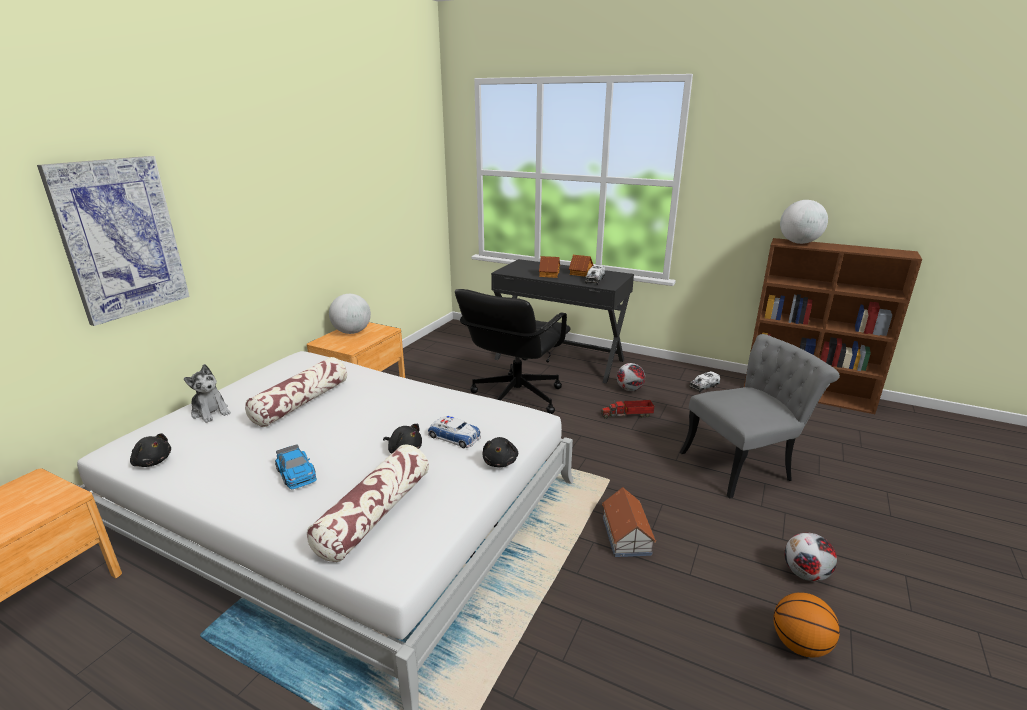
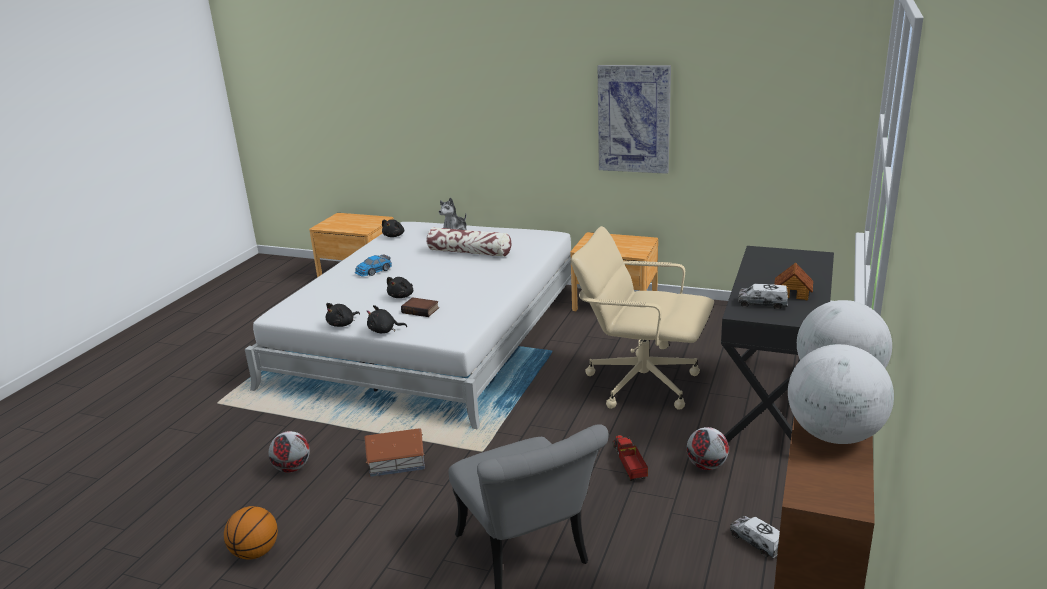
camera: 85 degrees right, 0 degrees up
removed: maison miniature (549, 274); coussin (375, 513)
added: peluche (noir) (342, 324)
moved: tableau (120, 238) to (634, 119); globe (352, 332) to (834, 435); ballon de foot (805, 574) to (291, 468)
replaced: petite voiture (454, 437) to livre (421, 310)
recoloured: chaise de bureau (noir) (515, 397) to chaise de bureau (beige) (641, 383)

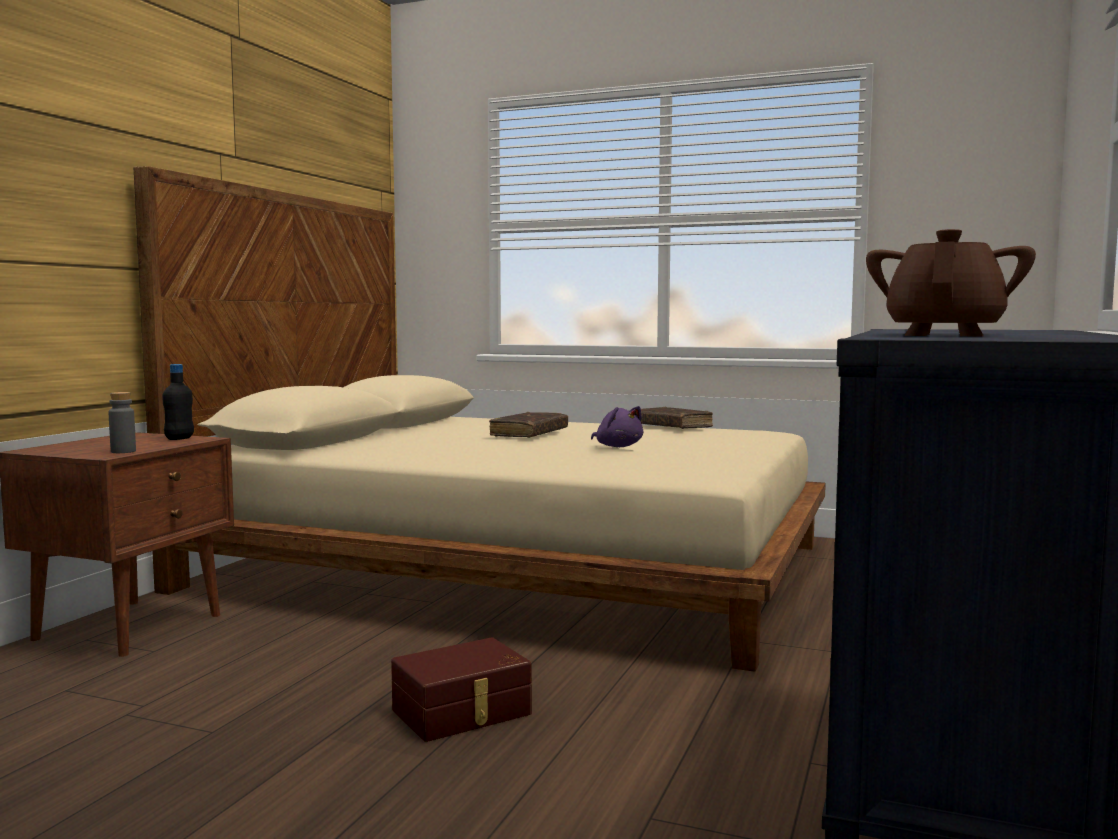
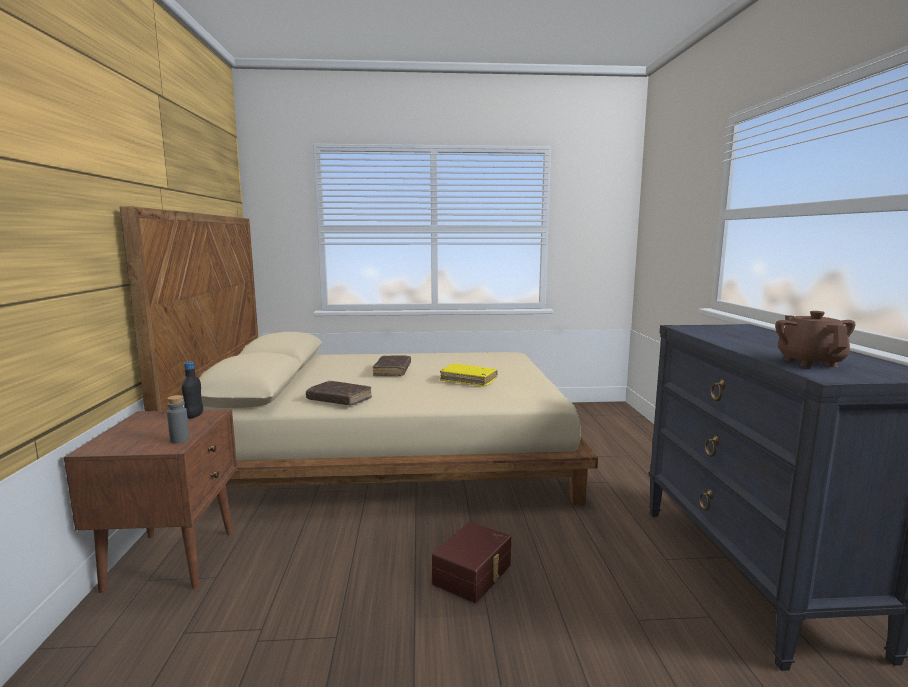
camera: 25 degrees left, 5 degrees up
moved: livre (marron) (672, 426) to (339, 400)
replaced: peluche (violet) (618, 446) to livre (jaune) (468, 380)

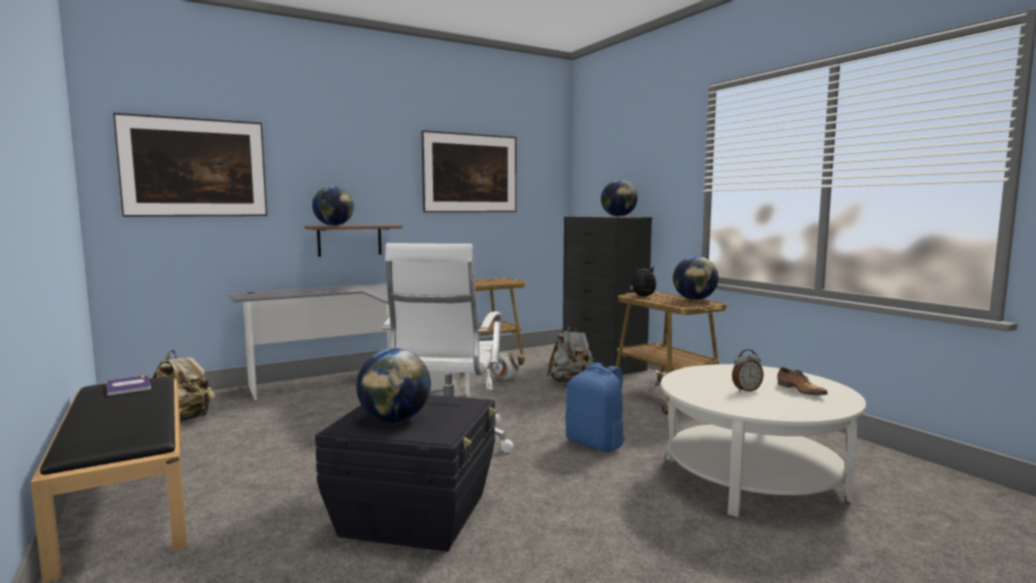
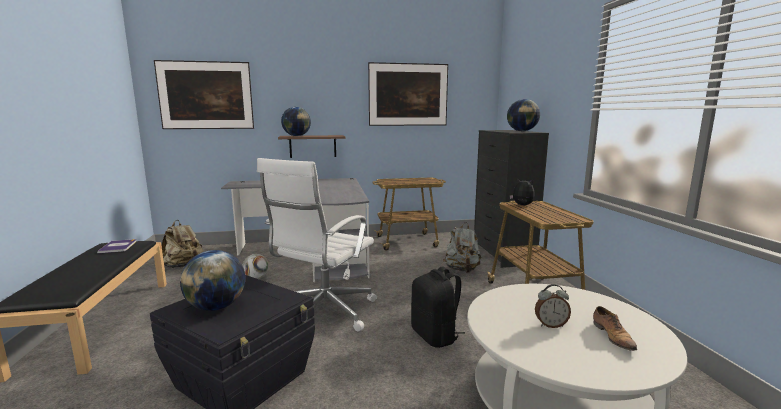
camera: 20 degrees right, 5 degrees up
removed: globe (694, 299)
moved: ballon de foot (505, 379) to (256, 278)
recoloured: sac à dos (bleu) (596, 444) to sac à dos (noir) (435, 336)

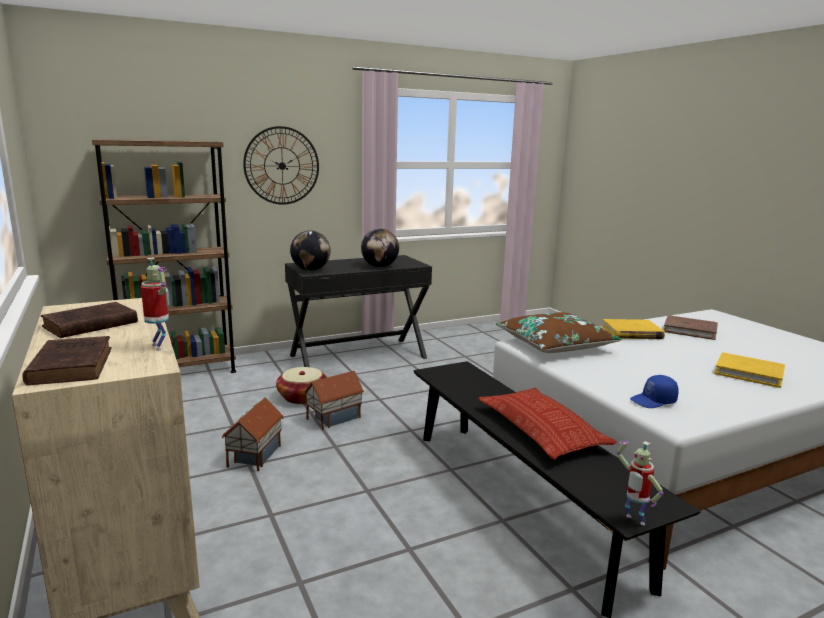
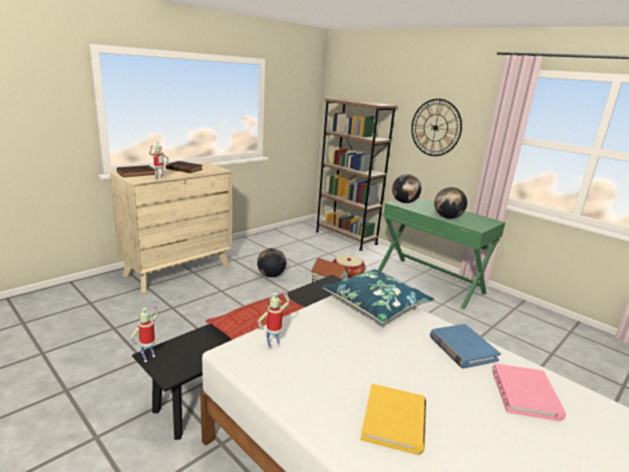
camera: 70 degrees right, 5 degrees up
replaced: casquette (bleu) (653, 401) to robot jouet (273, 345); maison miniature (254, 456) to globe (271, 275)
recoloured: bureau (noir) (358, 356) to bureau (vert) (430, 281); coussin (marron) (554, 344) to coussin (bleu) (376, 304); livre (marron) (690, 330) to livre (rose) (526, 394); livre (jaune) (632, 332) to livre (bleu) (462, 348)

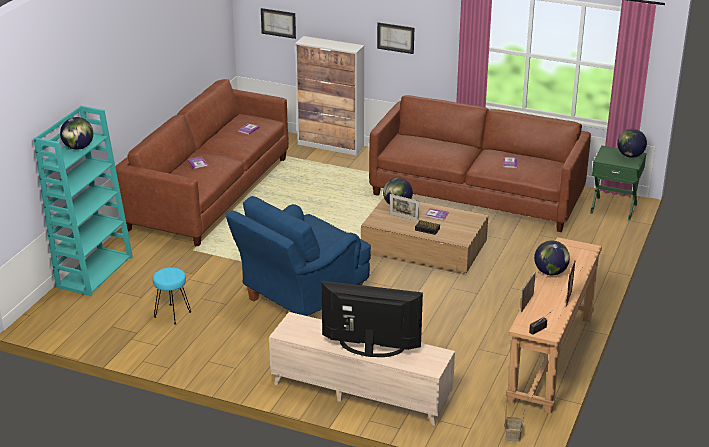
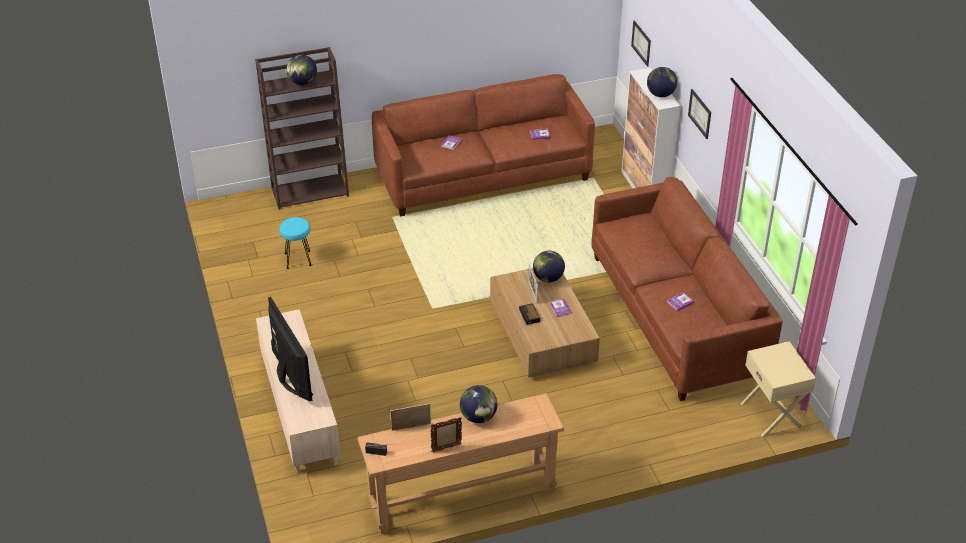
camera: 50 degrees right, 10 degrees up
removed: fauteuil (bleu) (301, 298); panier (512, 434)
moved: globe (630, 155) to (660, 94)
recoloured: bibliothèque (turquoise) (94, 271) to bibliothèque (marron) (310, 191); table d'appoint (vert) (613, 208) to table d'appoint (beige) (772, 414)

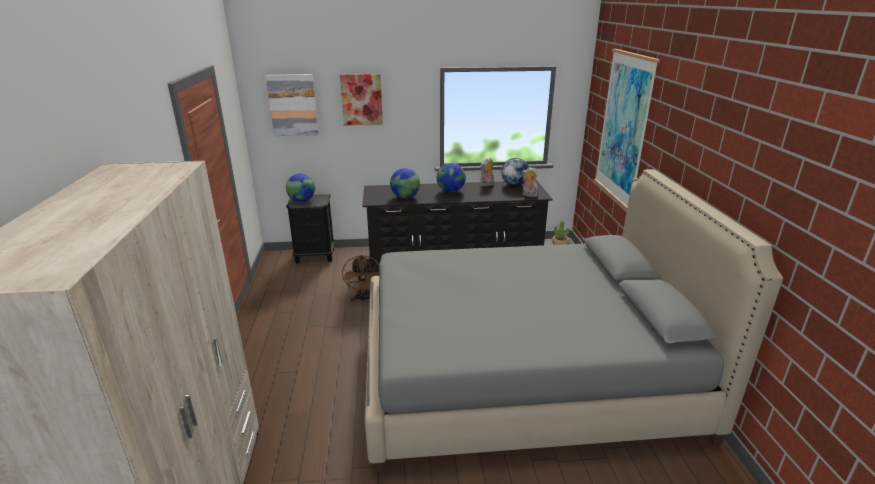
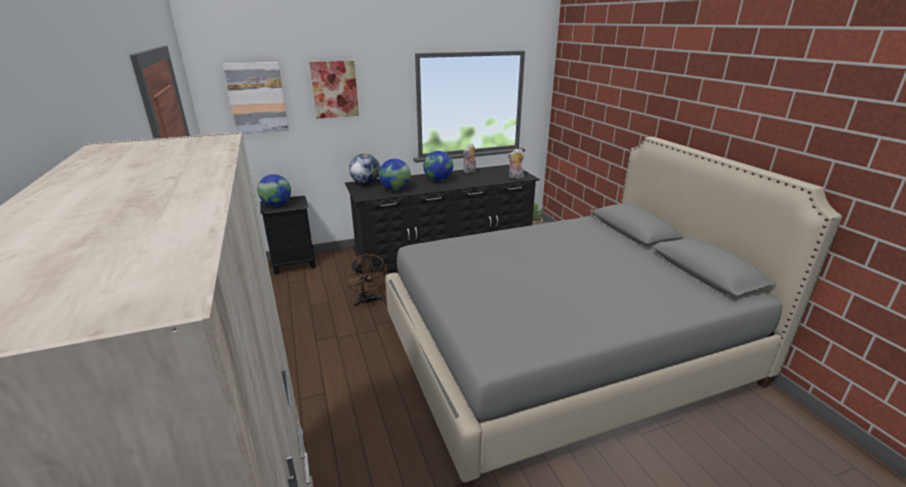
camera: 15 degrees left, 0 degrees up
removed: tableau (624, 128)
moved: globe (514, 185) to (366, 183)

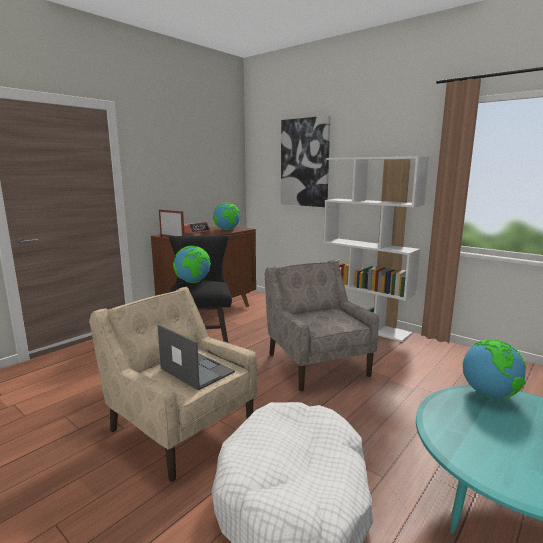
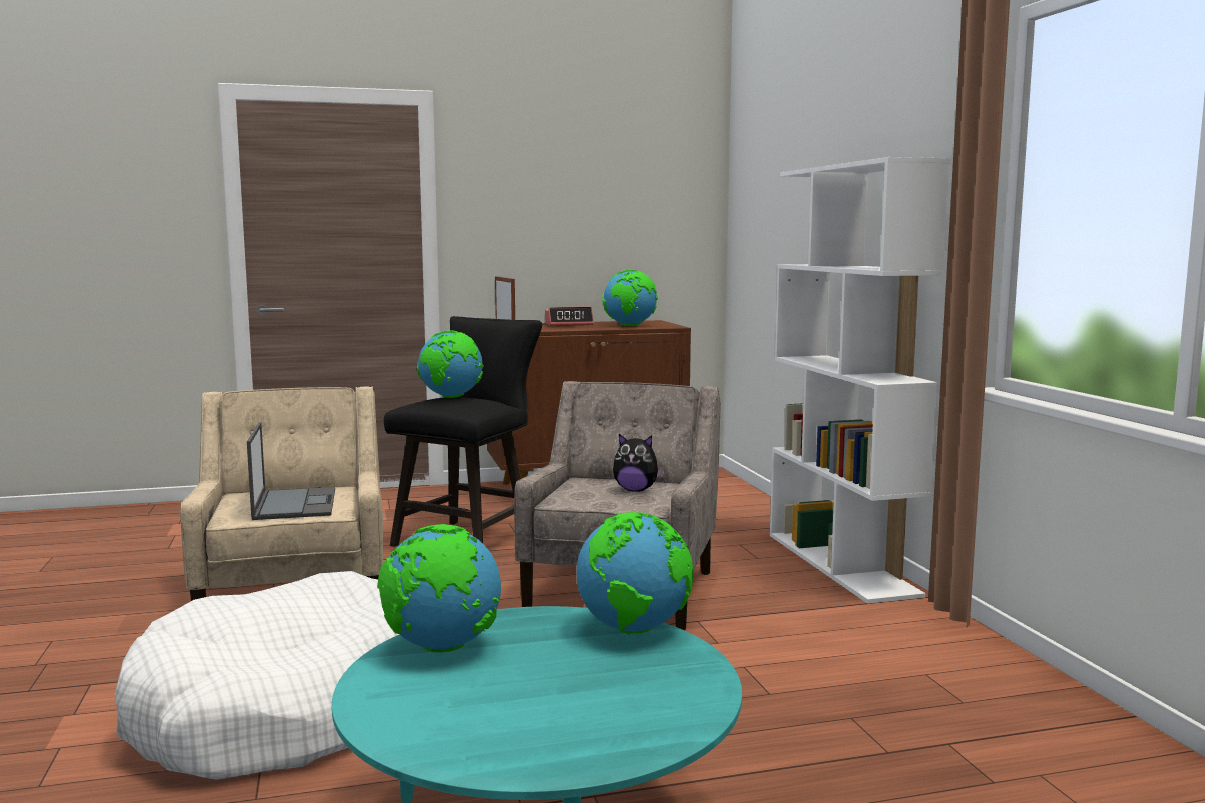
camera: 35 degrees right, 5 degrees down
removed: tableau (305, 162)
added: peluche (636, 490); globe (441, 648)

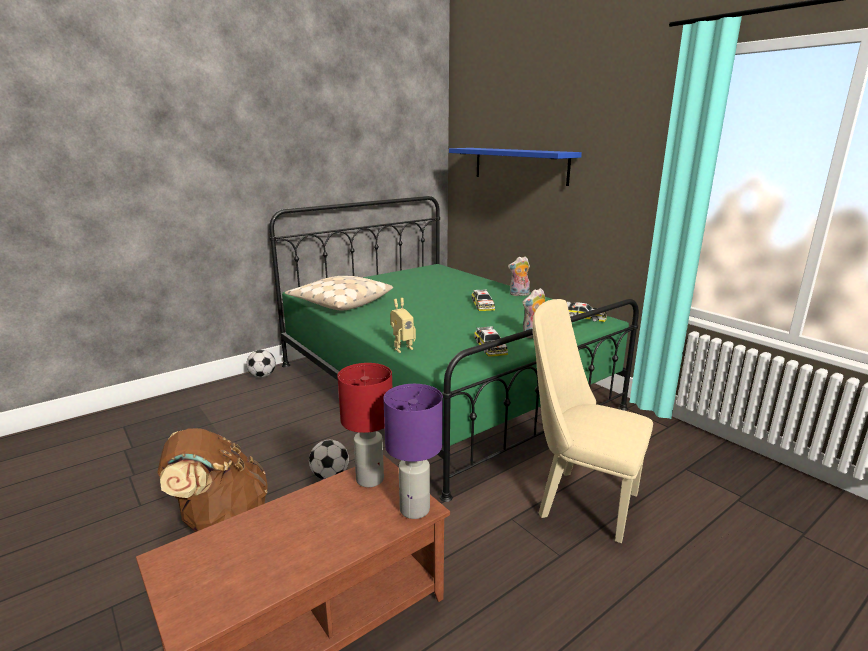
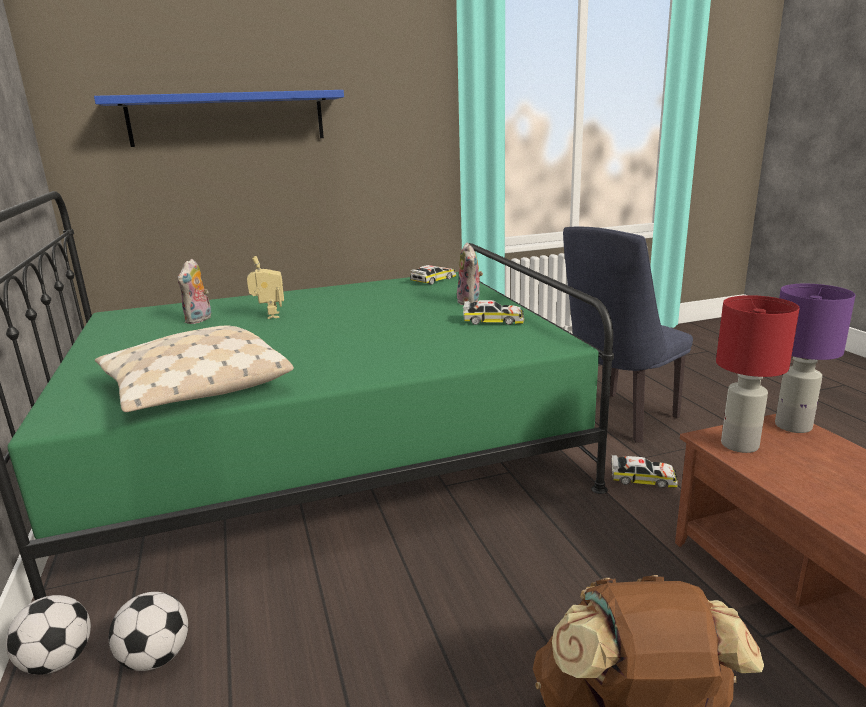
camera: 70 degrees left, 0 degrees up
moved: peluche (519, 294) to (199, 320); petite voiture (483, 305) to (643, 479); robot jouet (402, 348) to (269, 316); ballon de foot (330, 476) to (156, 658)
recoloured: chaise (beige) (579, 501) to chaise (bleu) (618, 420)

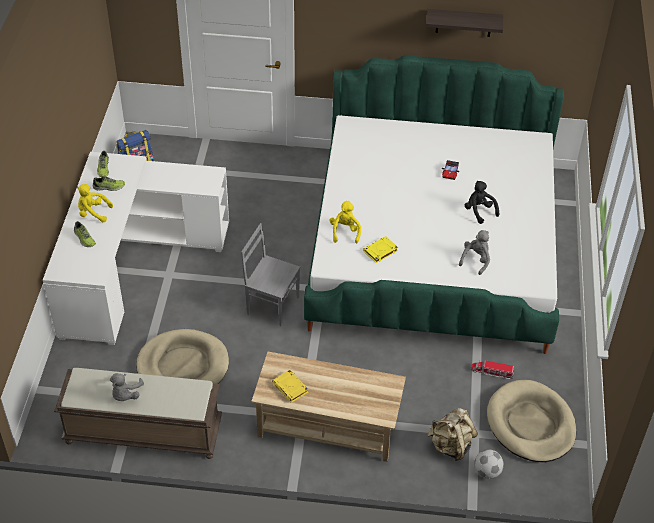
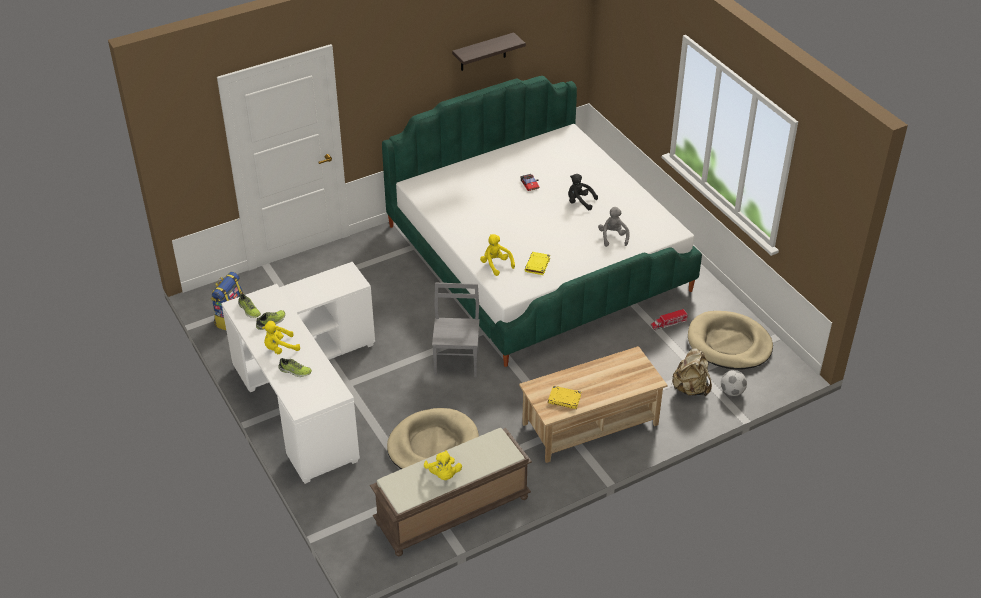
camera: 35 degrees left, 5 degrees down
recoloured: peluche (gris) (125, 394) to peluche (jaune) (443, 474)
turned: chaise (gris) (272, 304) = (457, 362) 105 degrees clockwise

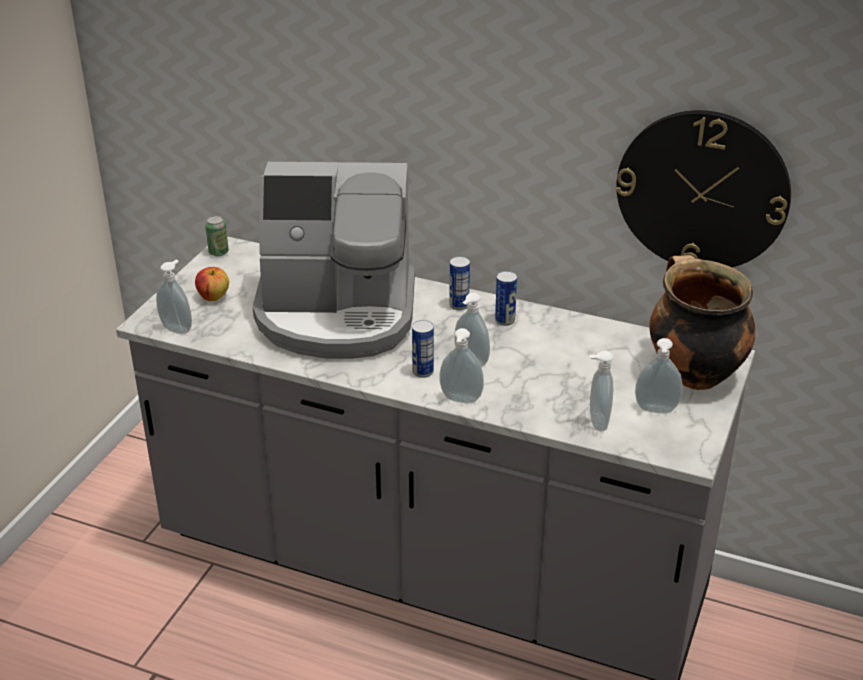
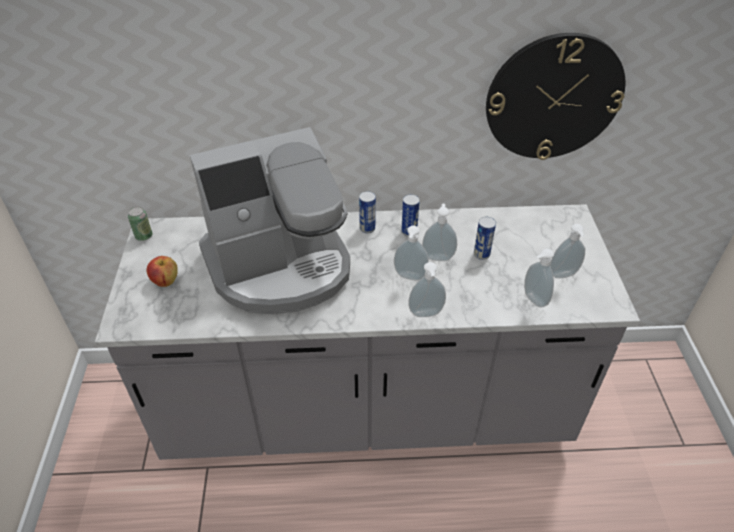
camera: 25 degrees left, 10 degrees up
removed: marmite (692, 373)
moved: distributeur de savon (178, 328) to (438, 256); boîte métallique (423, 372) to (481, 254)

